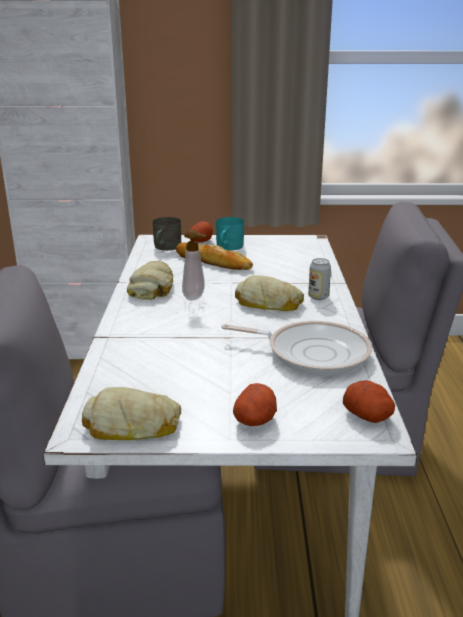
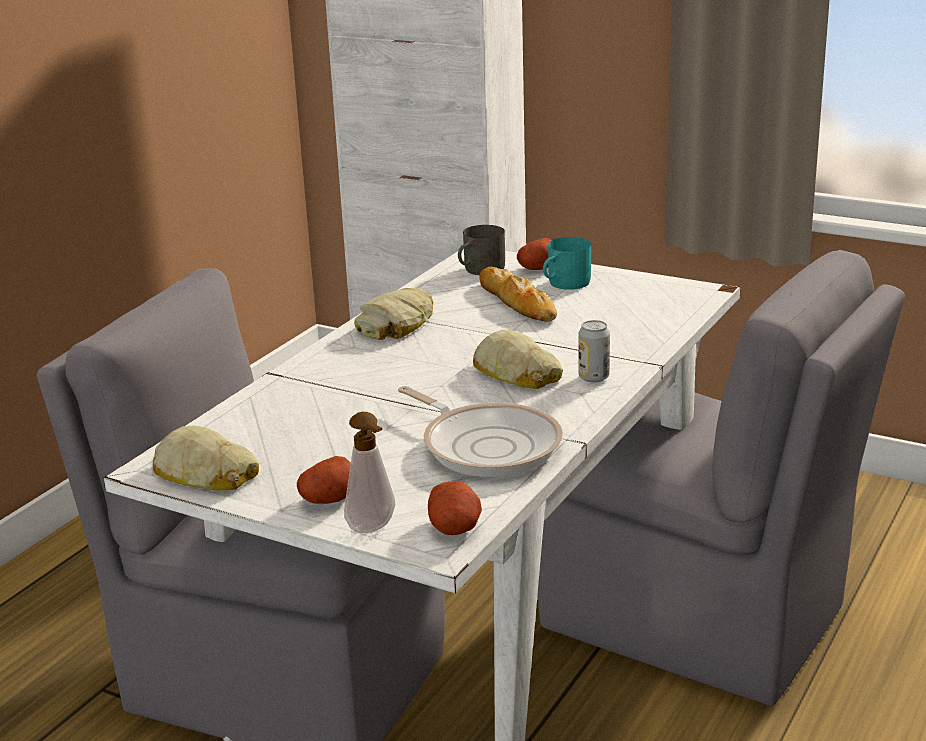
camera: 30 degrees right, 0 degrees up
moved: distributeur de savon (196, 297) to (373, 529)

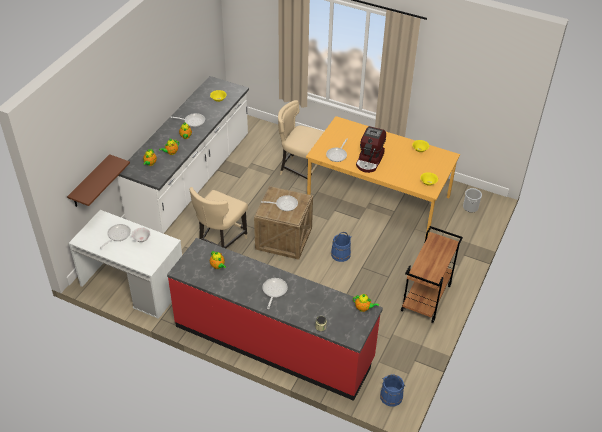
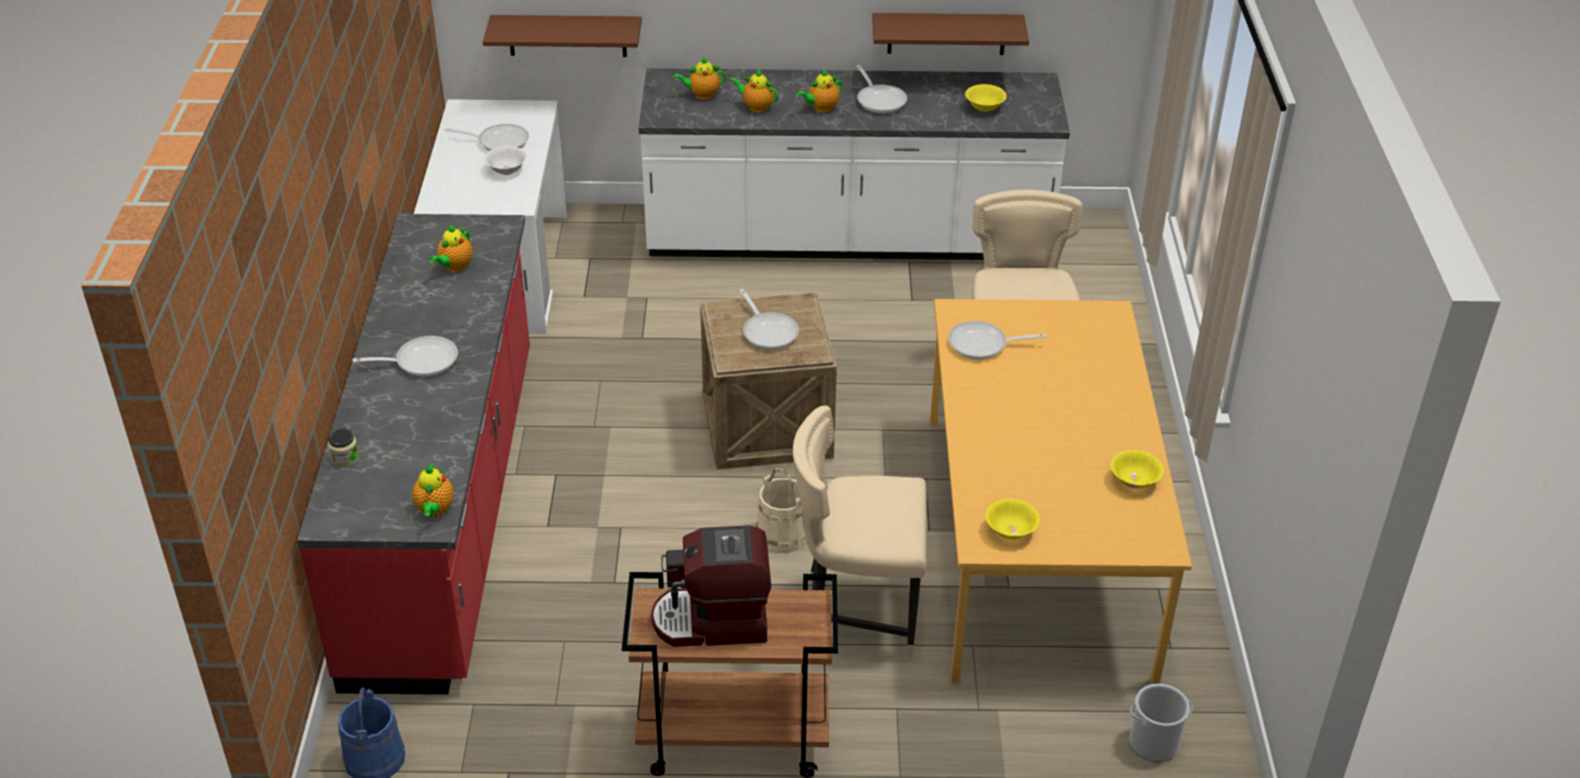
camera: 65 degrees right, 5 degrees down
added: étagère (marron) (946, 33)
moved: machine à café (370, 160) to (713, 622); chaise (beige) (220, 243) to (857, 612)
recoloured: seau (bleu) (340, 254) to seau (beige) (782, 534)

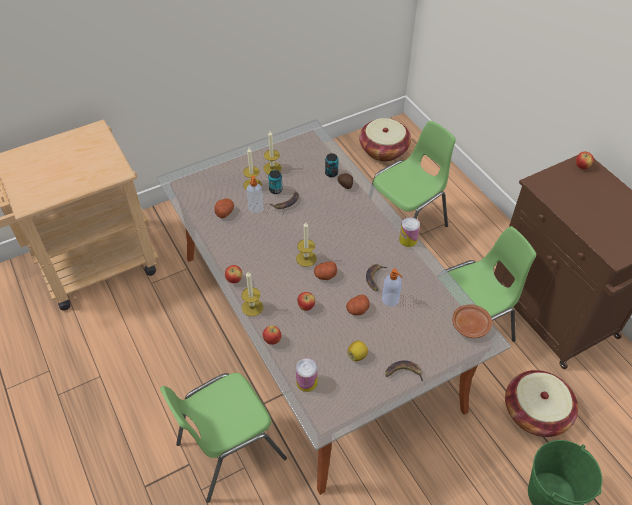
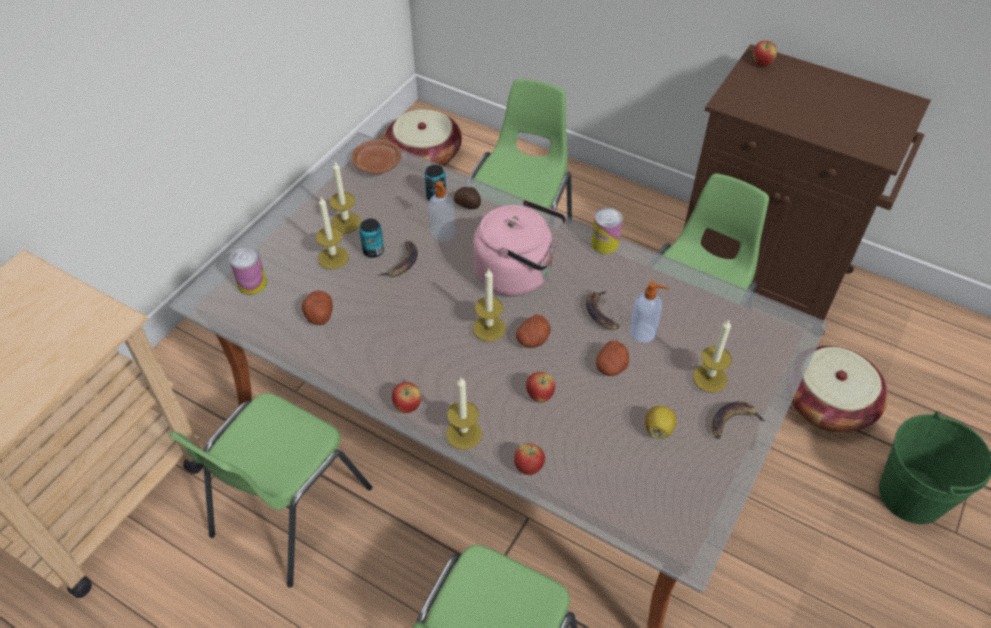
camera: 30 degrees left, 0 degrees up
added: bouilloire (rose) (518, 274); bougie (710, 378); chaise (vert) (289, 512)
moved: distributeur de savon (255, 208) to (443, 233); assiette (marron) (470, 325) to (377, 163); boîte métallique (306, 382) to (252, 283)

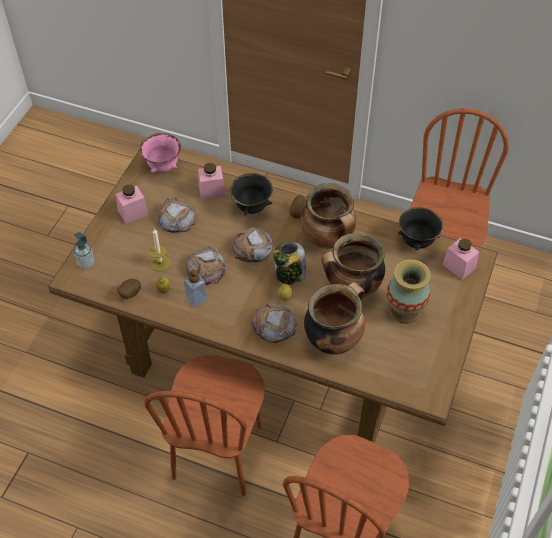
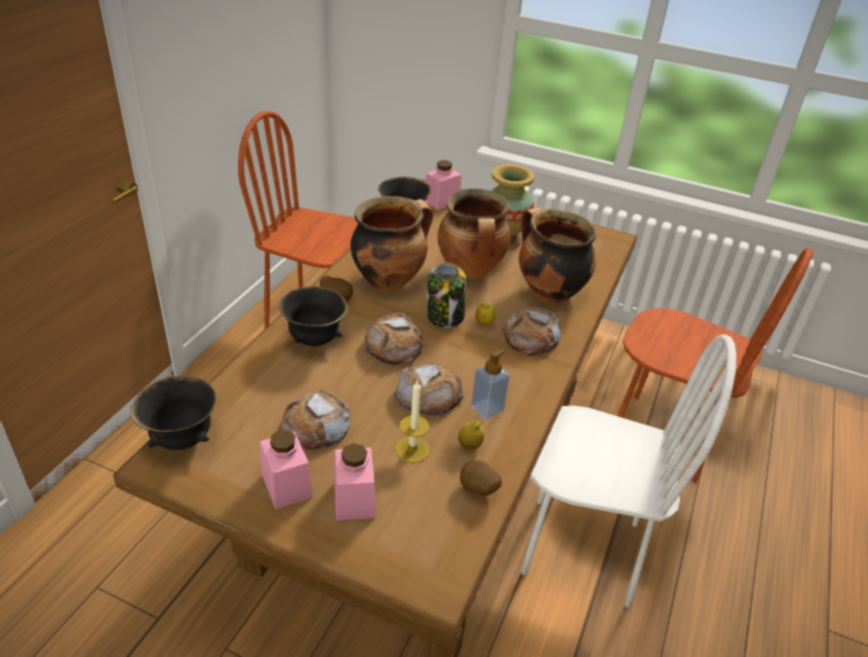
camera: 90 degrees left, 15 degrees down
removed: distributeur de savon (86, 263)
moved: bocal (rose) (212, 191) to (354, 499)
recoloured: bol (rose) (163, 167) to bol (noir) (182, 440); chaise (marron) (218, 452) to chaise (blanc) (581, 549)

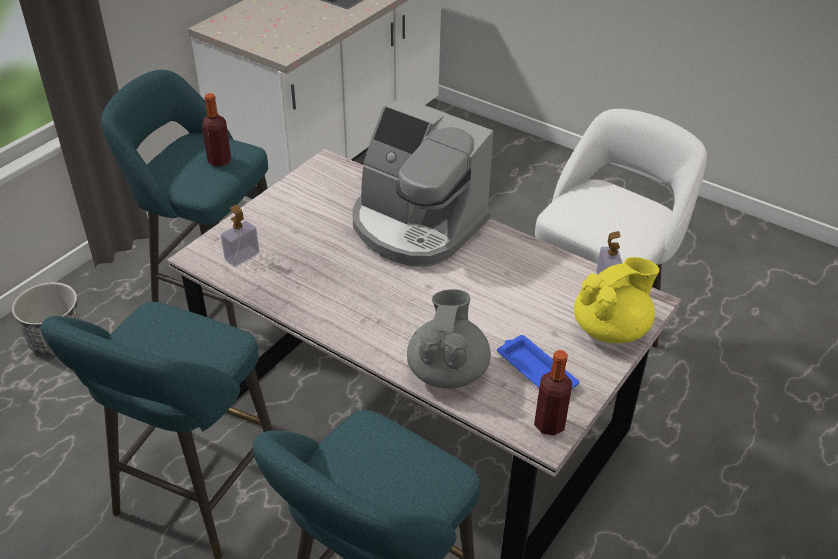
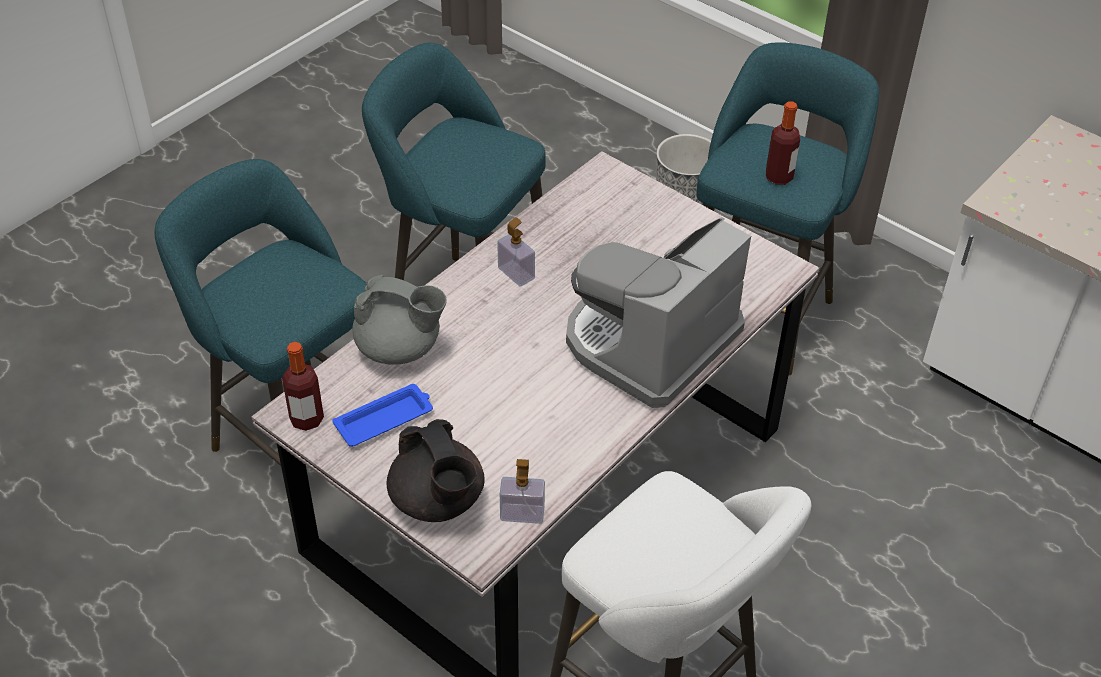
camera: 95 degrees right, 5 degrees up
moved: distributeur de savon (242, 256) to (516, 273)
recoloured: théière (jaune) (611, 329) to théière (noir) (438, 501)

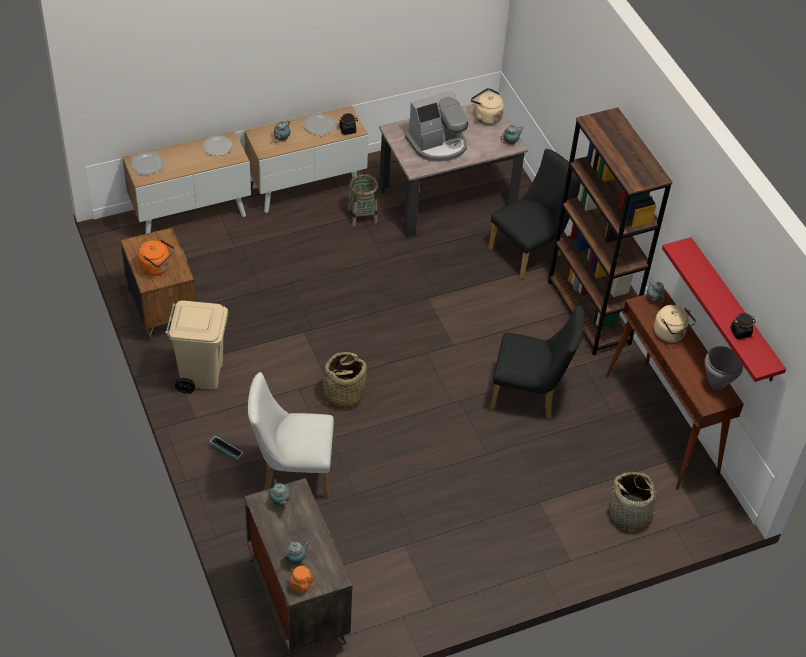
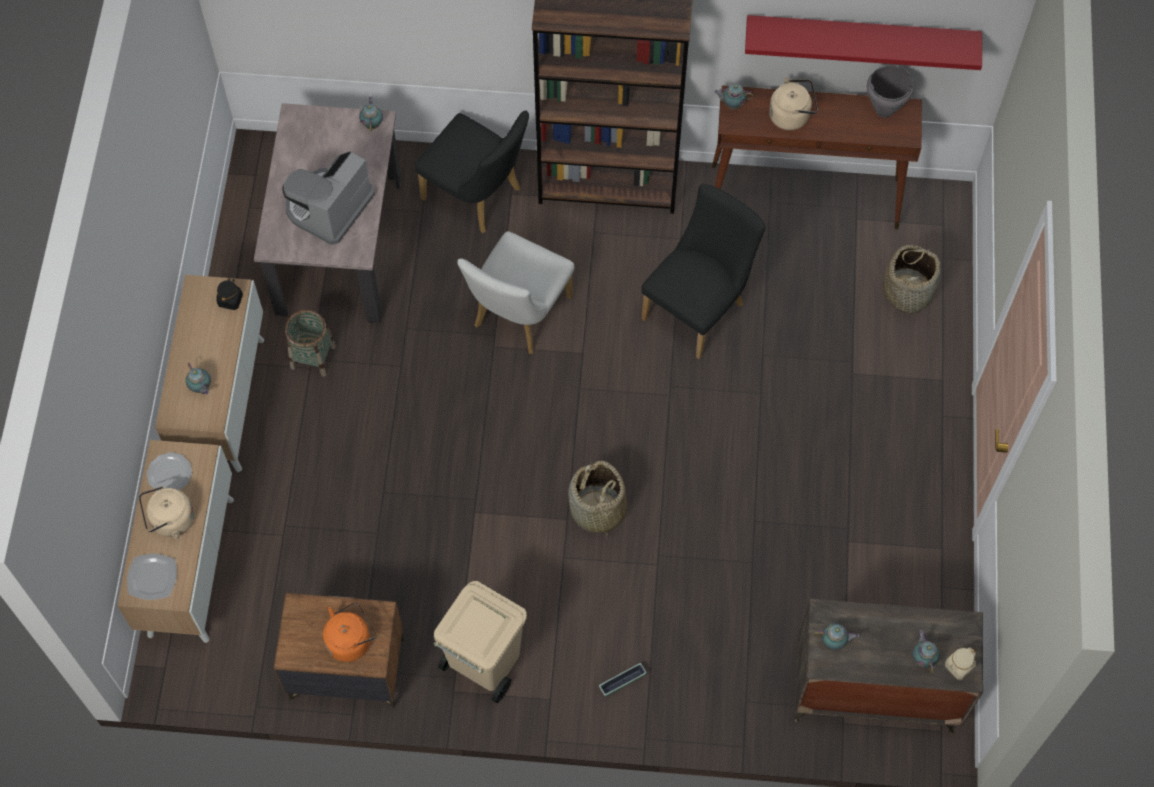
camera: 60 degrees left, 15 degrees up
removed: assiette (319, 125); bocal (noir) (740, 332)
moved: bouilloire (beige) (486, 117) to (170, 521); chaise (blanc) (291, 471) to (518, 317)
recoloured: bocal (orange) (301, 584) to bocal (beige) (959, 666)
turned: machine à café (438, 144) = (328, 207) 150 degrees counterclockwise; chaise (noir) (530, 250) = (477, 197) 135 degrees clockwise

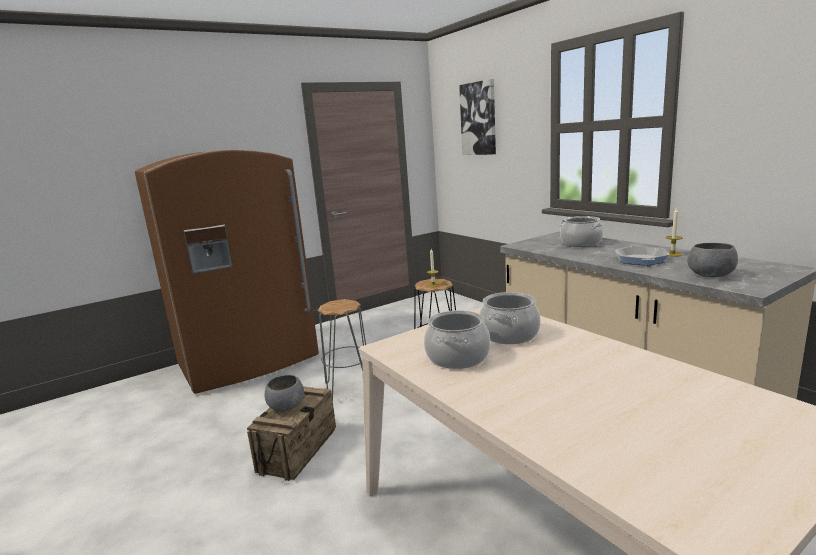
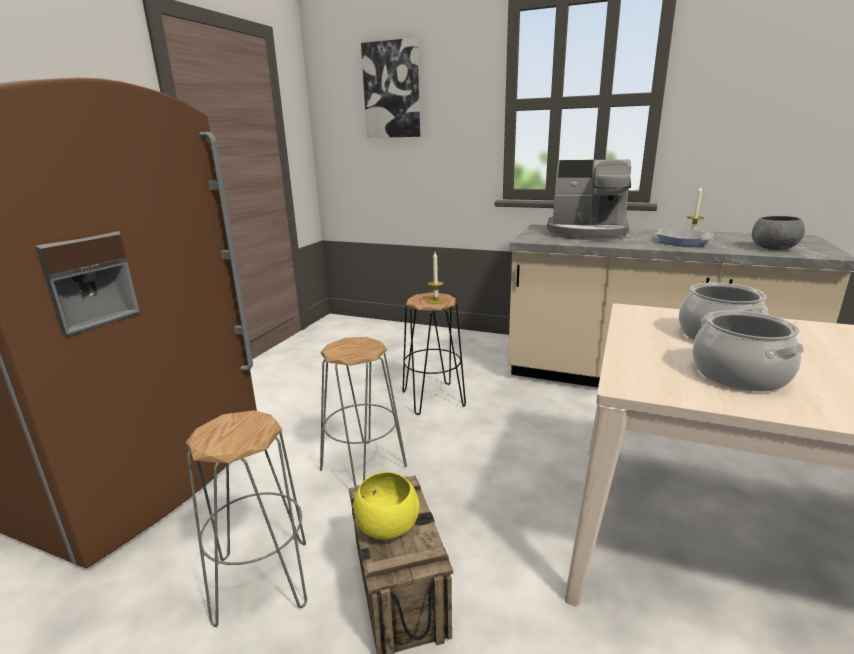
camera: 35 degrees left, 5 degrees up
added: tabouret (gris) (262, 580)
replaced: marmite (581, 243) to machine à café (587, 233)
recoloured: bol (gris) (286, 407) to bol (jaune) (387, 527)

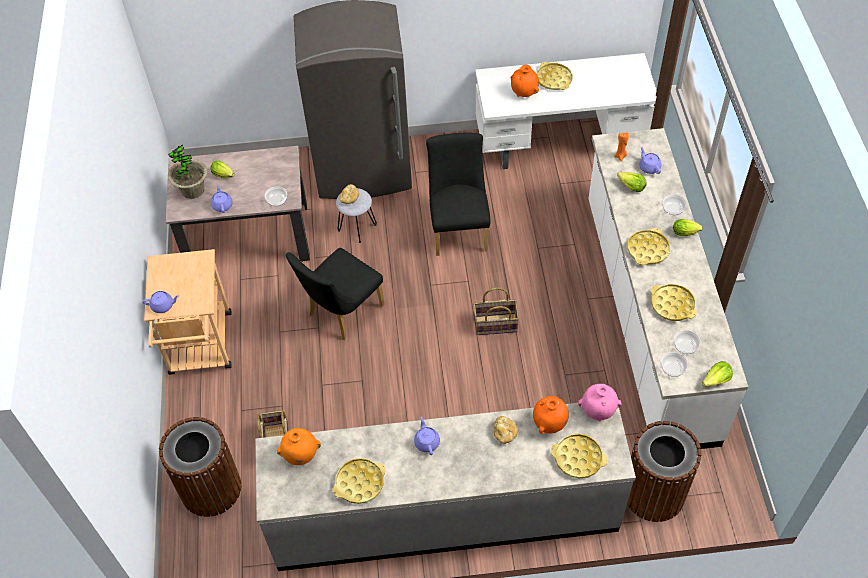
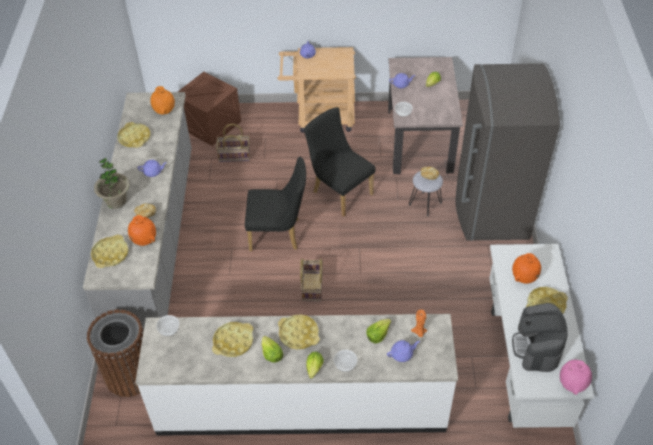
camera: 95 degrees right, 5 degrees down
removed: bol (685, 346)
added: machine à café (537, 347)
moved: chaise (noir) (458, 228) to (279, 234); plante en pot (193, 190) to (116, 201); laitue (716, 380) to (271, 354); vase (rose) (598, 411) to (572, 385)
replaced: poubelle (marron) (211, 488) to caisse (210, 124)

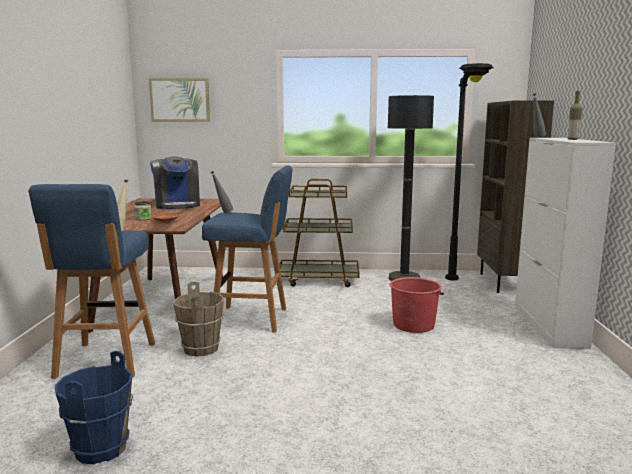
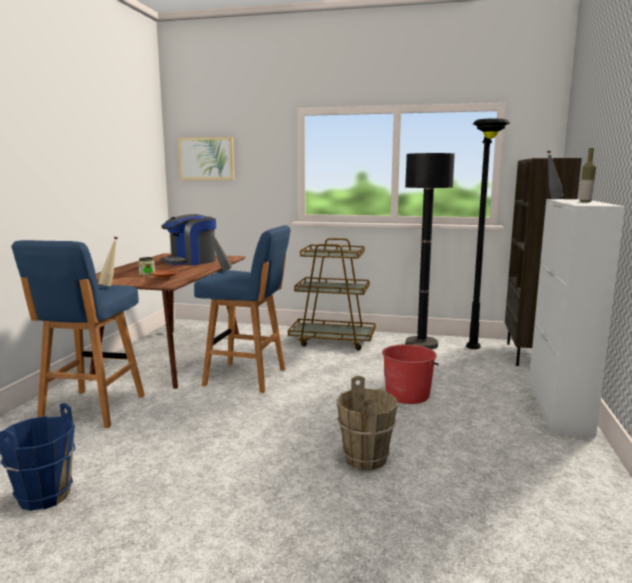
camera: 10 degrees right, 0 degrees up
moved: seau (marron) (201, 349) to (366, 459)
turned: machine à café (177, 205) = (191, 261) 60 degrees clockwise

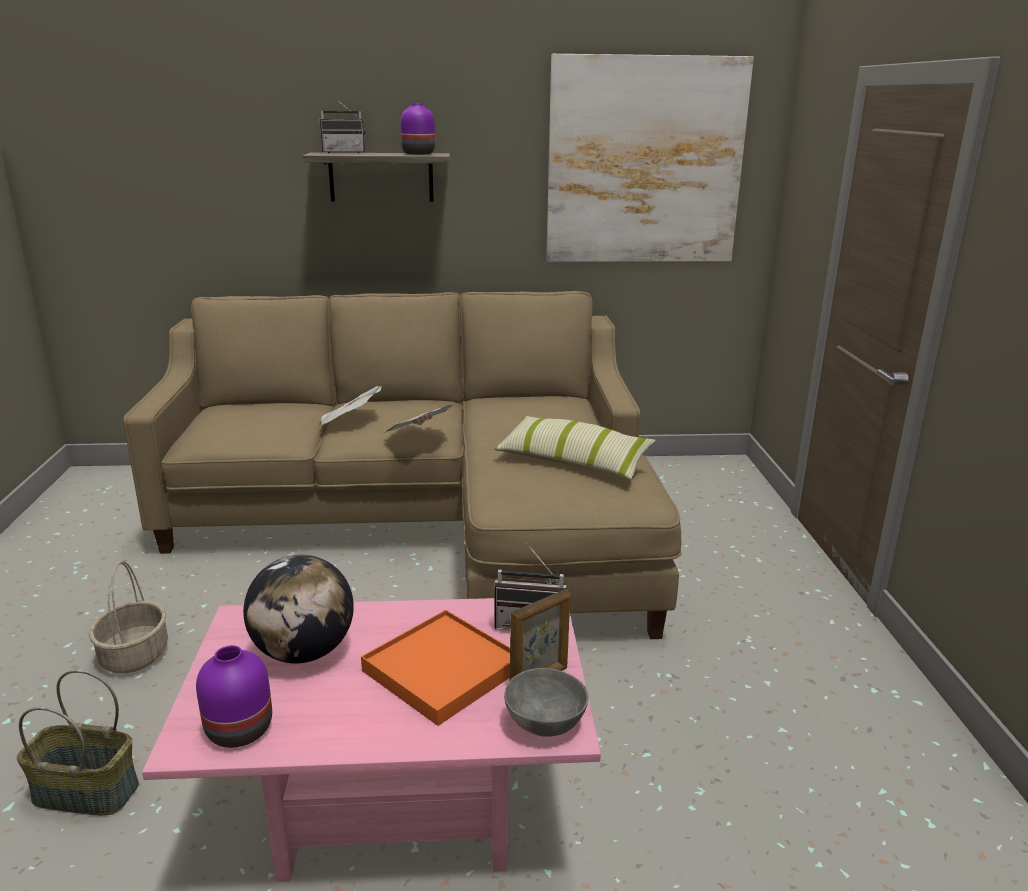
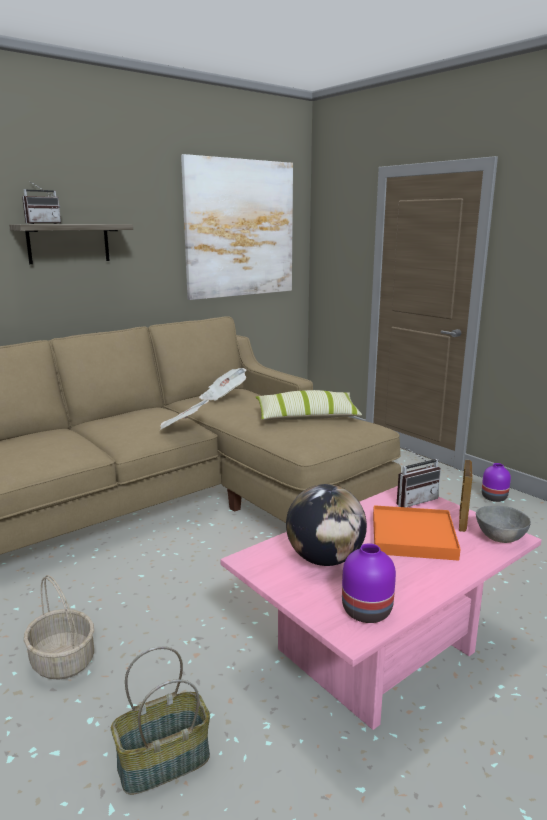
camera: 35 degrees left, 5 degrees down
moved: vase (violet) (418, 153) to (493, 497); journal (349, 422) to (223, 397)

